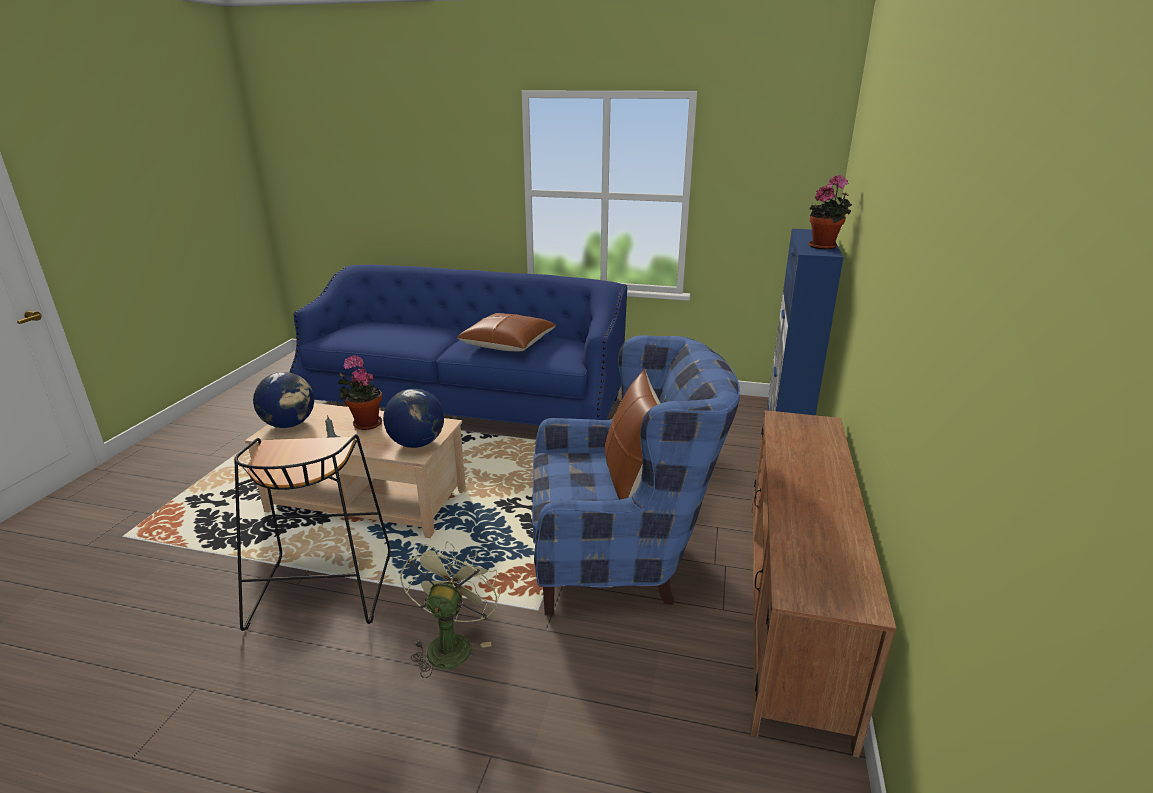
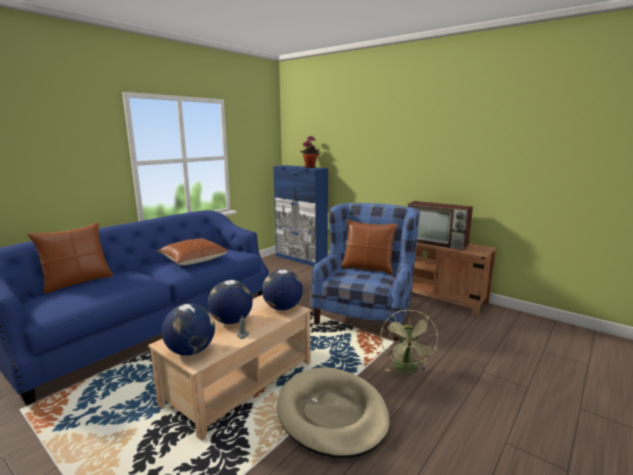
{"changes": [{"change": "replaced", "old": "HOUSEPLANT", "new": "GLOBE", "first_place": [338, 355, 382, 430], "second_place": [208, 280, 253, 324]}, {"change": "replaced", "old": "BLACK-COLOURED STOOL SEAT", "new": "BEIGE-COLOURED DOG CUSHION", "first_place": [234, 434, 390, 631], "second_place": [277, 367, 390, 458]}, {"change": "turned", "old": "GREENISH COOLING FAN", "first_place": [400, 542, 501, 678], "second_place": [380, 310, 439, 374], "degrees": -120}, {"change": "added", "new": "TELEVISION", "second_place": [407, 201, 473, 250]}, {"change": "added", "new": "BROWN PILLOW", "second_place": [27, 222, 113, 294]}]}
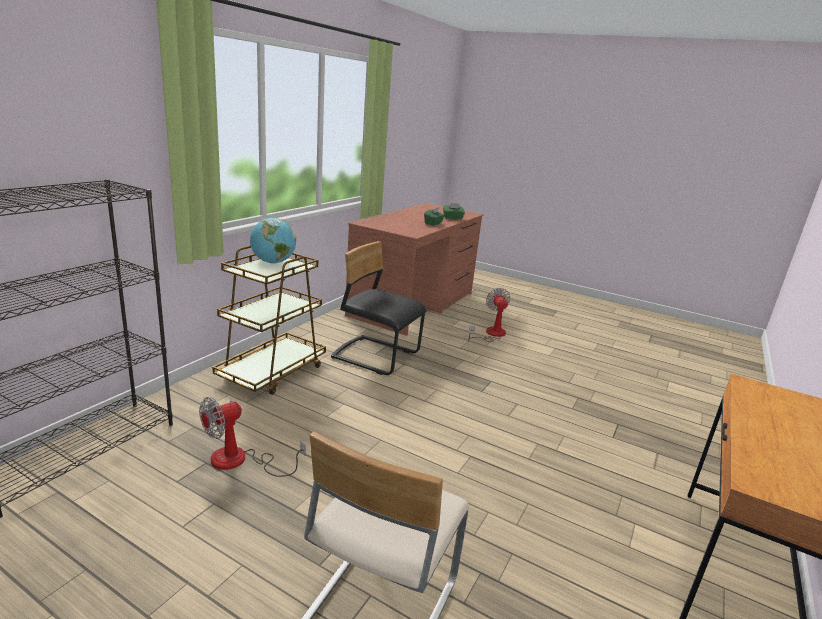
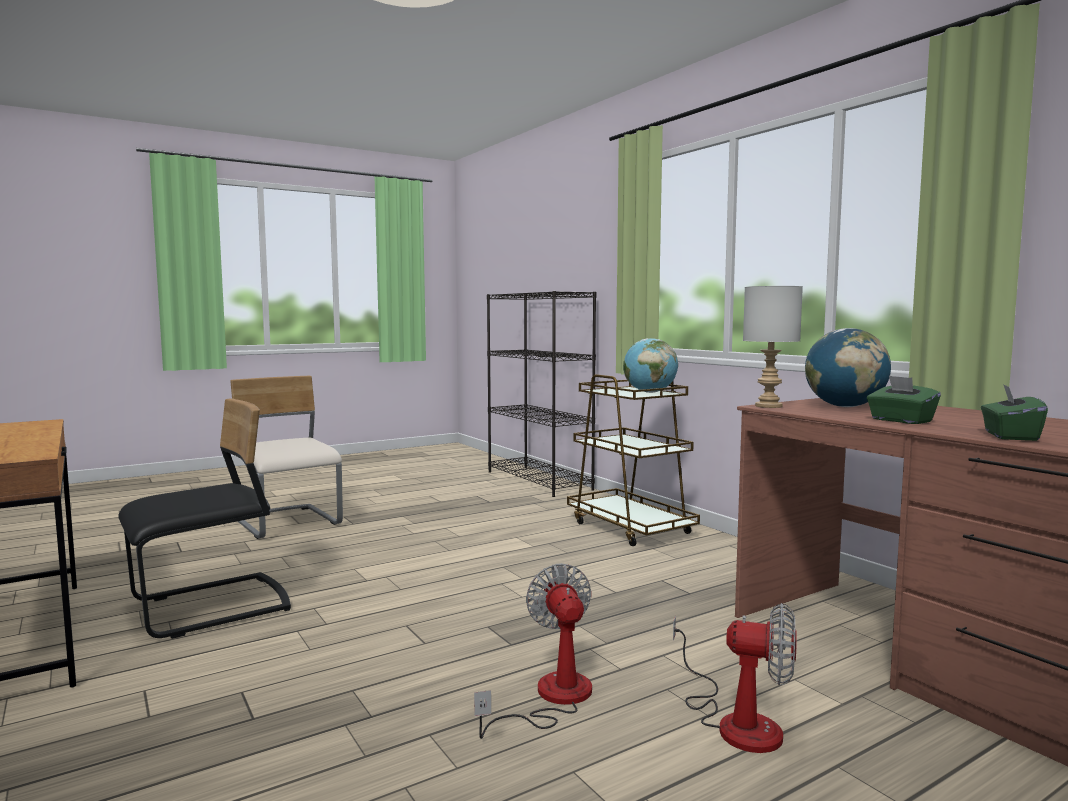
{"changes": [{"change": "moved", "old": "BLACK-COLOURED PLAIN CHAIR", "first_place": [331, 241, 426, 375], "second_place": [118, 398, 291, 639]}, {"change": "moved", "old": "COOLING FAN", "first_place": [199, 397, 306, 477], "second_place": [474, 563, 592, 739]}, {"change": "added", "new": "GREY TABLE LAMP", "second_place": [743, 286, 803, 408]}, {"change": "added", "new": "GLOBE", "second_place": [805, 328, 891, 407]}]}
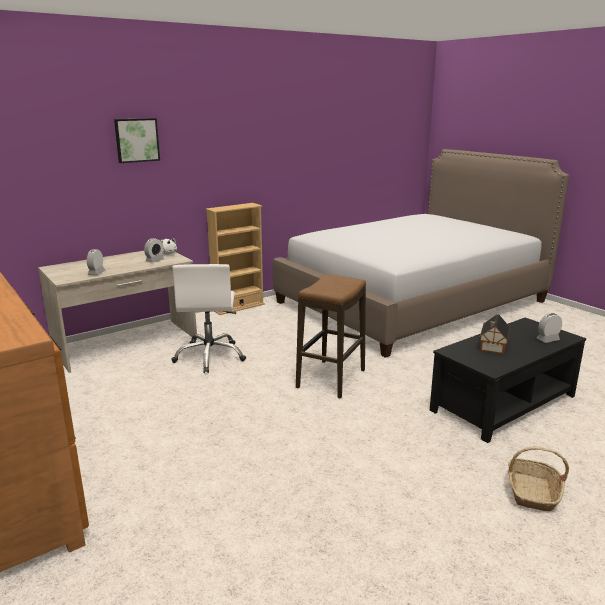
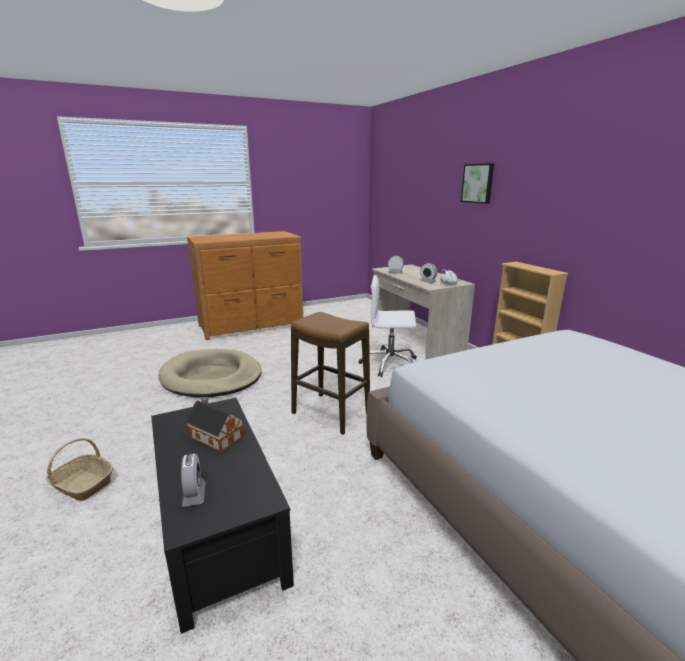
{"changes": [{"change": "added", "new": "BEIGE-COLOURED DOG CUSHION", "second_place": [158, 349, 262, 397]}]}
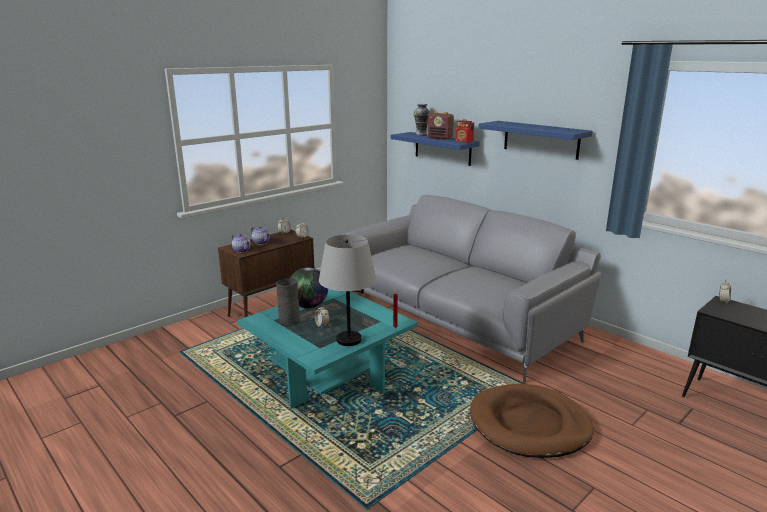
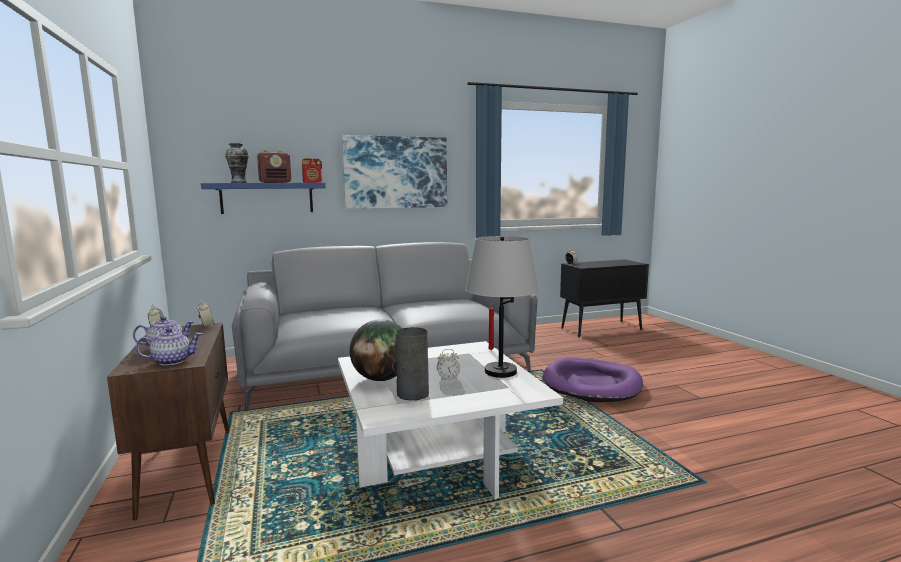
{"changes": [{"change": "replaced", "old": "BLUE BRACKET SHELF", "new": "WALL ART", "first_place": [478, 121, 593, 160], "second_place": [342, 135, 447, 209]}, {"change": "recoloured", "old": "BLUE-GREEN COFFEE TABLE", "new": "WHITISH COFFEE TABLE", "first_place": [237, 289, 418, 409], "second_place": [338, 341, 563, 499]}, {"change": "recoloured", "old": "BROWN DOG CUSHION", "new": "PURPLISH DOG CUSHION", "first_place": [470, 384, 594, 458], "second_place": [543, 357, 643, 402]}]}
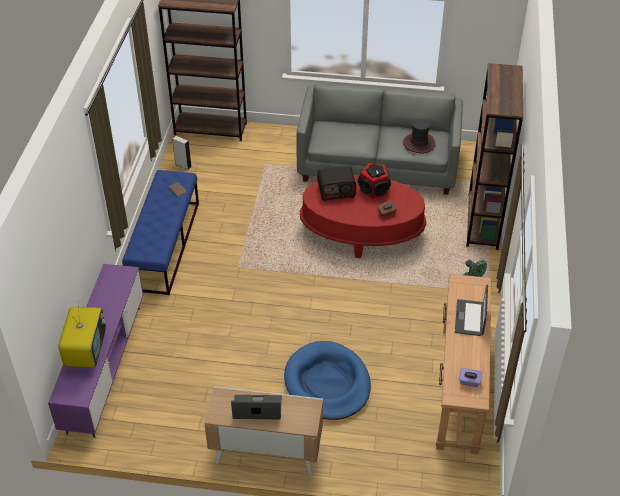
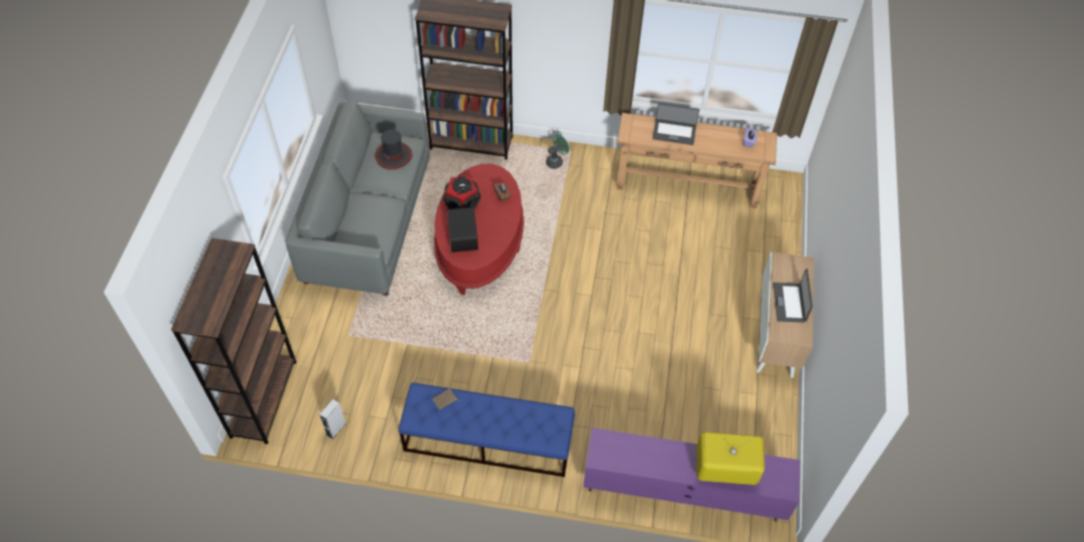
{"changes": [{"change": "removed", "old": "BLUE DOG CUSHION", "first_place": [284, 341, 371, 420]}]}
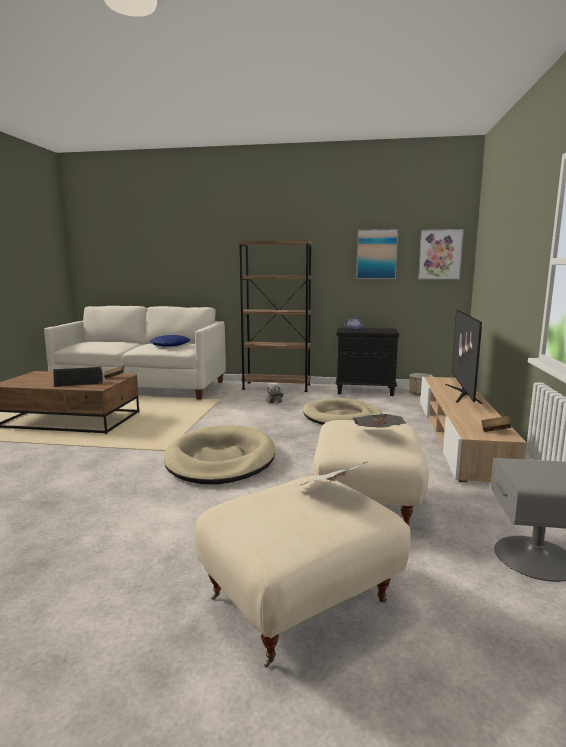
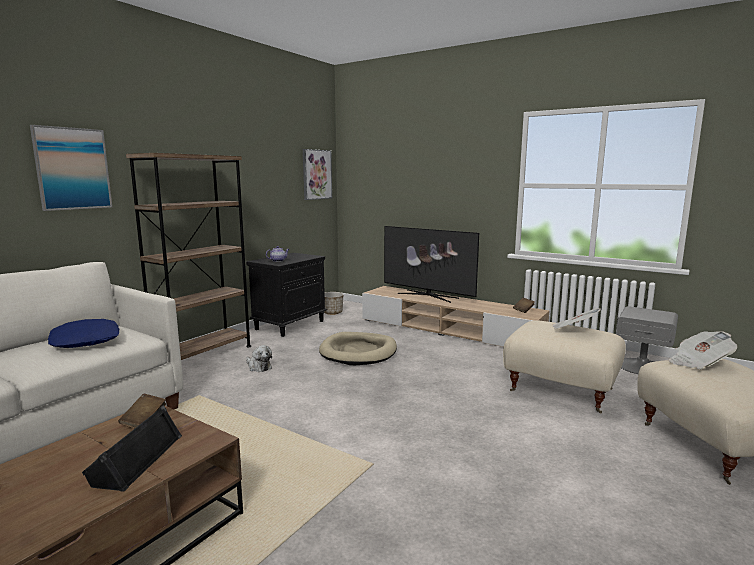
{"changes": [{"change": "moved", "old": "WALL ART", "first_place": [356, 229, 398, 279], "second_place": [30, 125, 112, 211]}, {"change": "removed", "old": "BEIGE-COLOURED DOG CUSHION", "first_place": [164, 425, 275, 484]}]}
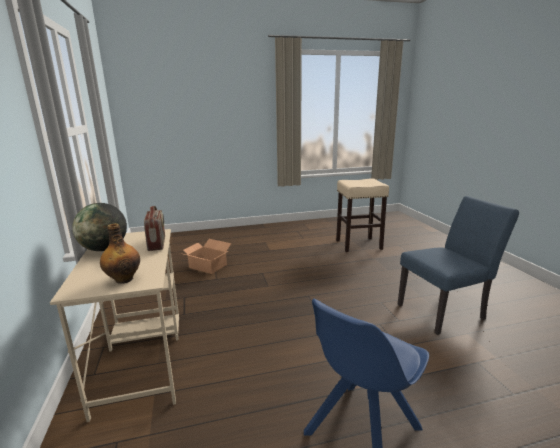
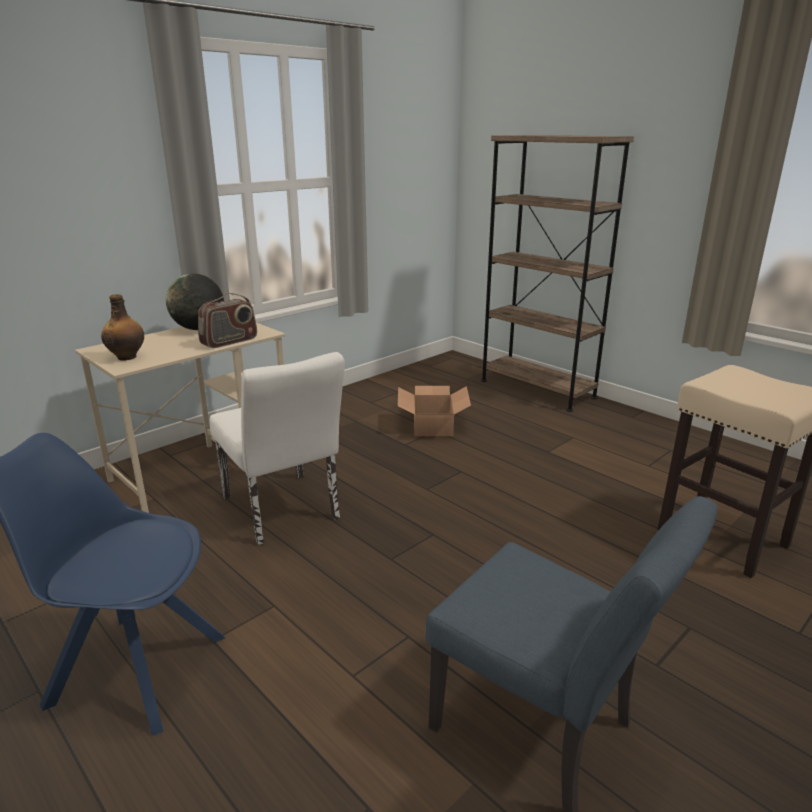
{"changes": [{"change": "added", "new": "BROWN BOOKCASE", "second_place": [481, 135, 634, 412]}, {"change": "added", "new": "WHITISH PLAIN CHAIR", "second_place": [210, 352, 345, 545]}]}
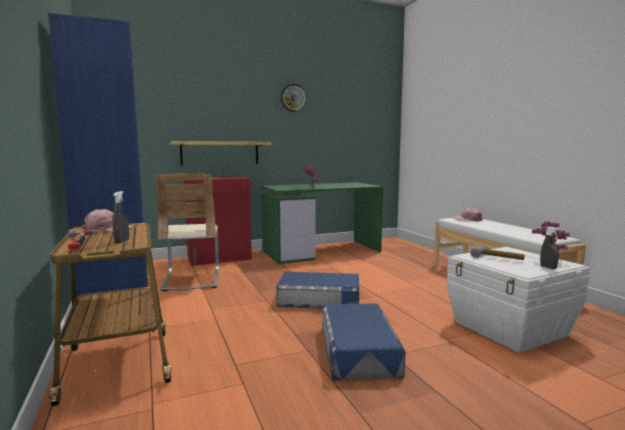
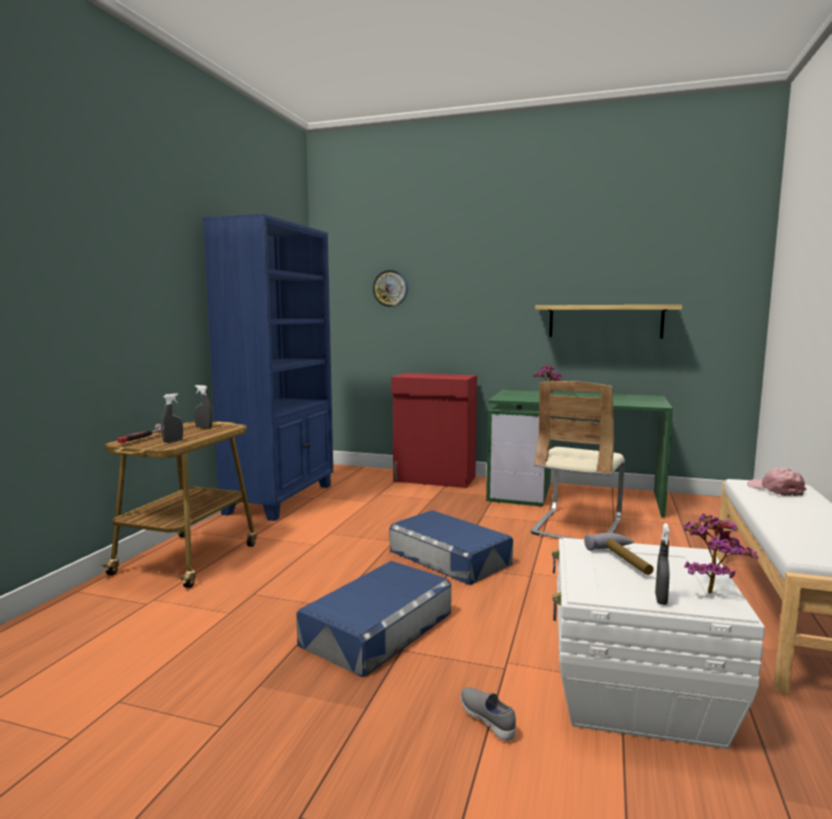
{"changes": [{"change": "moved", "old": "WALL CLOCK", "first_place": [280, 84, 307, 112], "second_place": [373, 270, 408, 307]}, {"change": "moved", "old": "BRACKET SHELF", "first_place": [170, 141, 272, 165], "second_place": [535, 305, 682, 338]}, {"change": "moved", "old": "BEIGE-COLOURED PLAIN CHAIR", "first_place": [157, 173, 219, 291], "second_place": [530, 381, 625, 539]}, {"change": "replaced", "old": "PINK BASEBALL CAP", "new": "GREY SPRAYER", "first_place": [82, 209, 133, 232], "second_place": [194, 385, 213, 428]}, {"change": "added", "new": "GREY SHOE", "second_place": [461, 687, 516, 741]}]}
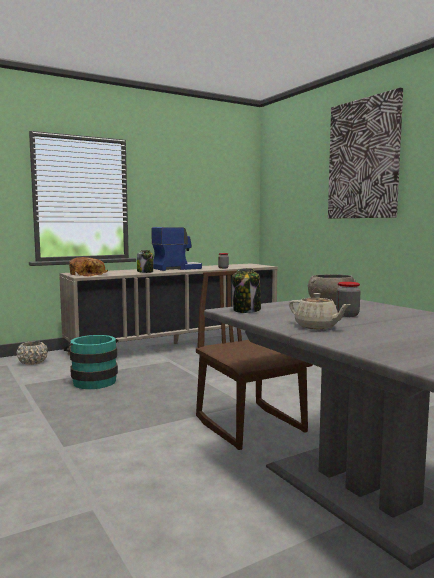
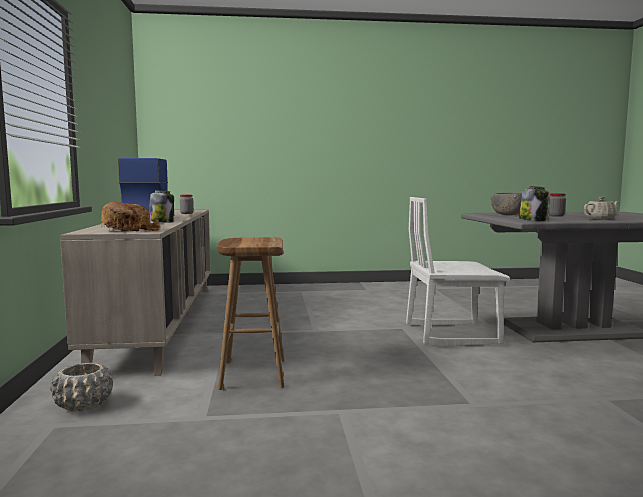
{"changes": [{"change": "removed", "old": "WALL ART", "first_place": [328, 88, 403, 219]}, {"change": "recoloured", "old": "BROWN PLAIN CHAIR", "new": "WHITISH PLAIN CHAIR", "first_place": [196, 270, 313, 450], "second_place": [406, 197, 510, 346]}, {"change": "replaced", "old": "BLUE-GREEN WATER BUCKET", "new": "BROWN STOOL SEAT", "first_place": [64, 335, 119, 389], "second_place": [217, 237, 284, 390]}]}
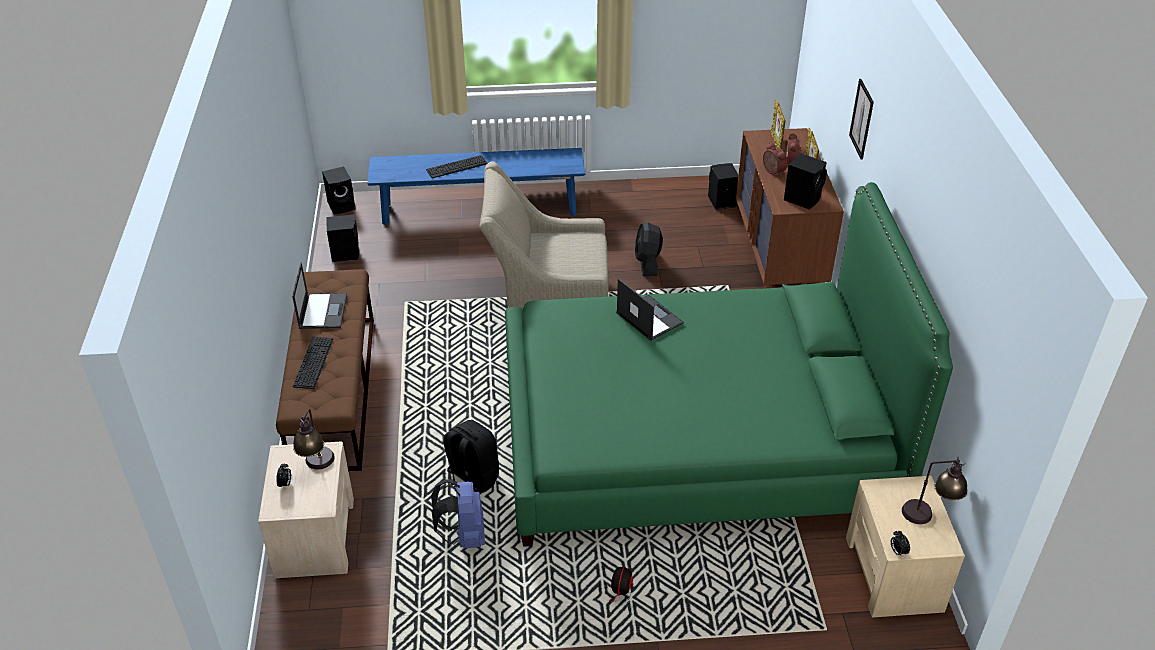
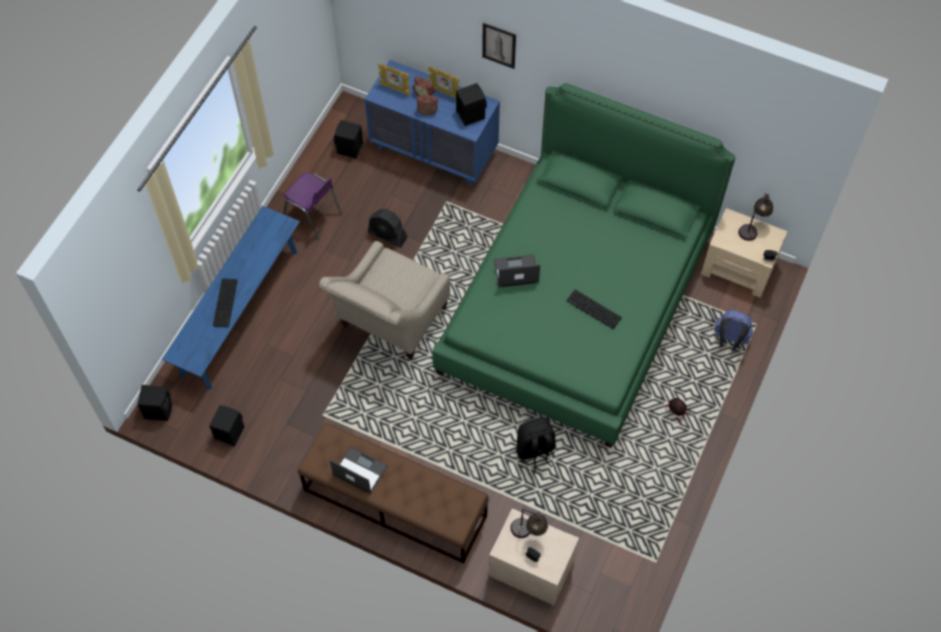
{"changes": [{"change": "recoloured", "old": "BROWN CHEST OF DRAWERS", "new": "BLUE CHEST OF DRAWERS", "first_place": [736, 128, 844, 288], "second_place": [365, 60, 500, 186]}, {"change": "moved", "old": "COMPUTER KEYBOARD", "first_place": [293, 336, 333, 389], "second_place": [566, 290, 622, 329]}, {"change": "moved", "old": "BLUE KNAPSACK", "first_place": [431, 479, 485, 549], "second_place": [714, 310, 753, 351]}, {"change": "added", "new": "PURPLISH PLAIN CHAIR", "second_place": [283, 172, 342, 240]}]}
